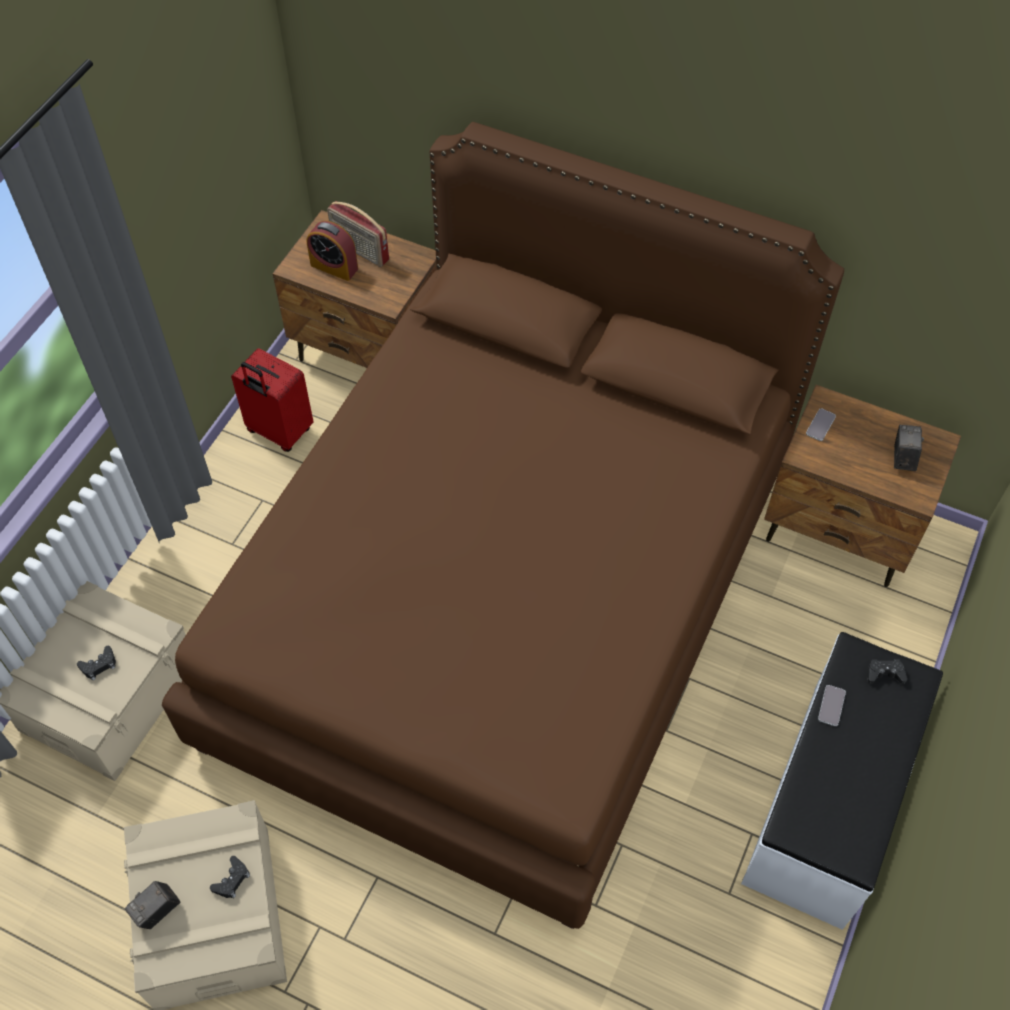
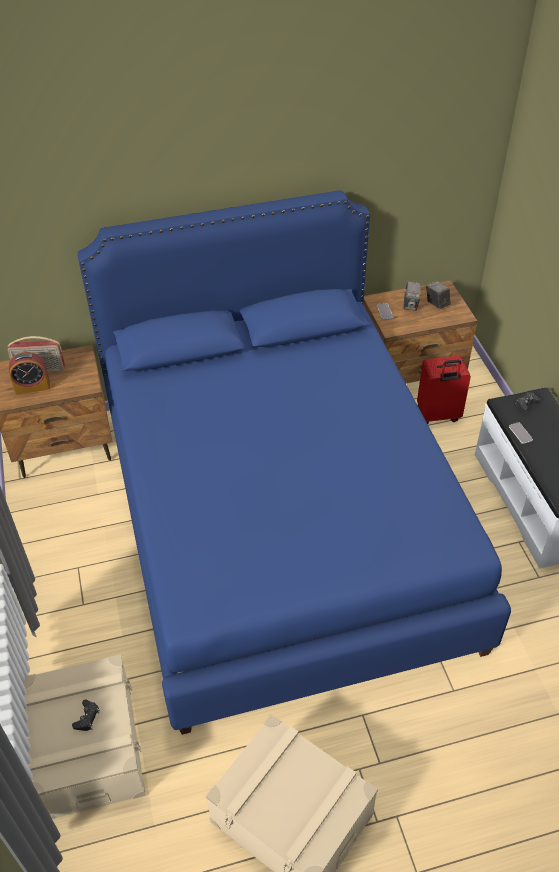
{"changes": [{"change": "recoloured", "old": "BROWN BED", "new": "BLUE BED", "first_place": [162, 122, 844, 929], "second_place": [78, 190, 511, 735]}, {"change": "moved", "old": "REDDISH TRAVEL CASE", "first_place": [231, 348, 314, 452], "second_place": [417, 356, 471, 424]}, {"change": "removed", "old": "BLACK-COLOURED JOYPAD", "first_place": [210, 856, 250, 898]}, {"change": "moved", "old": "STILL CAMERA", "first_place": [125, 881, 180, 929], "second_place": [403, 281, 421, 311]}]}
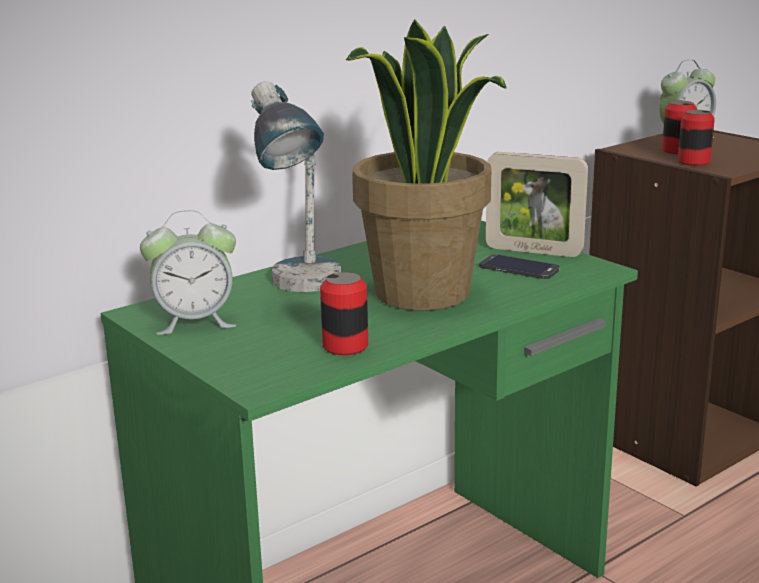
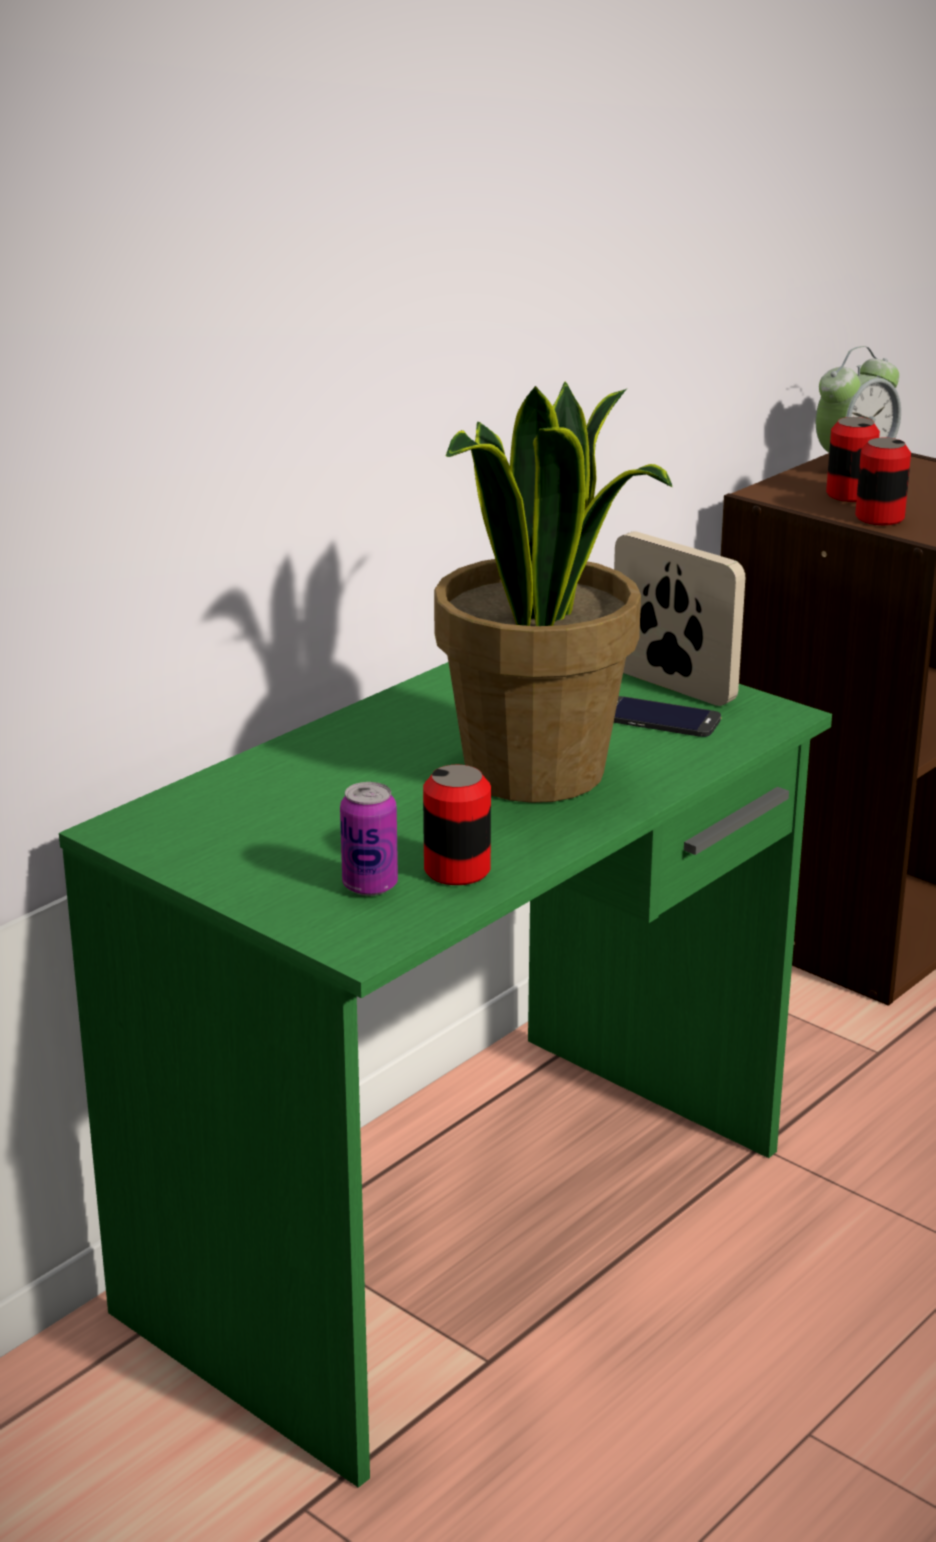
{"changes": [{"change": "removed", "old": "TABLE LAMP", "first_place": [251, 82, 341, 292]}, {"change": "turned", "old": "PICTURE FRAME", "first_place": [486, 152, 588, 257], "second_place": [614, 531, 745, 706], "degrees": -150}, {"change": "removed", "old": "ALARM CLOCK", "first_place": [140, 210, 236, 335]}, {"change": "added", "new": "CAN", "second_place": [340, 782, 398, 896]}]}
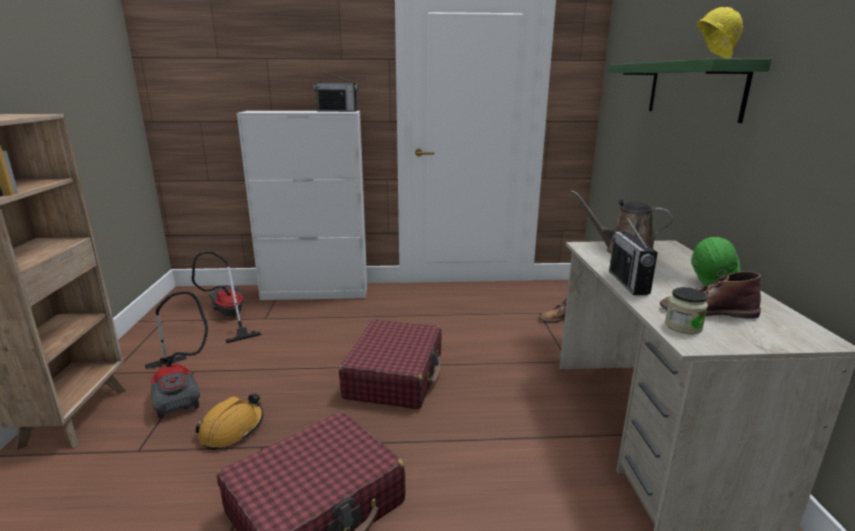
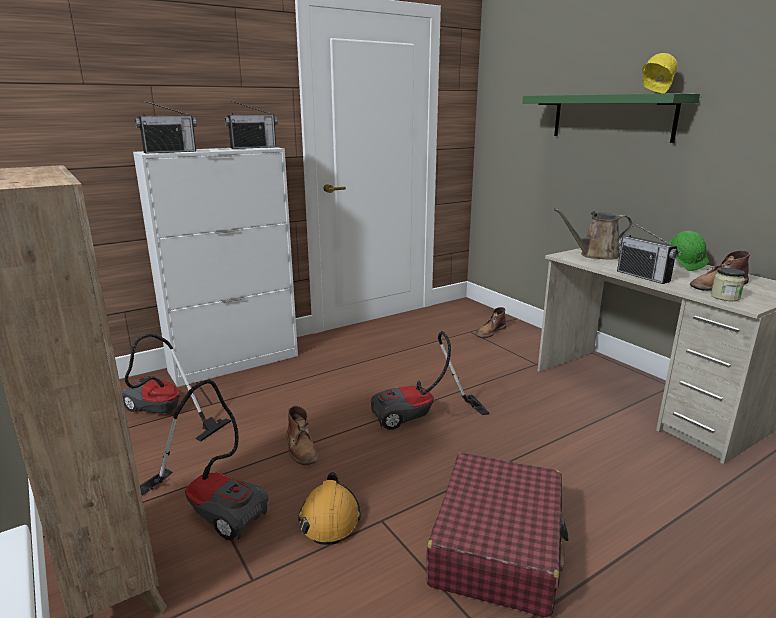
{"changes": [{"change": "replaced", "old": "REDDISH TRAVEL CASE", "new": "HOOVER", "first_place": [339, 320, 442, 409], "second_place": [371, 331, 489, 430]}, {"change": "added", "new": "RADIO RECEIVER", "second_place": [135, 100, 197, 154]}, {"change": "added", "new": "BROWN BOOT", "second_place": [287, 406, 318, 465]}]}
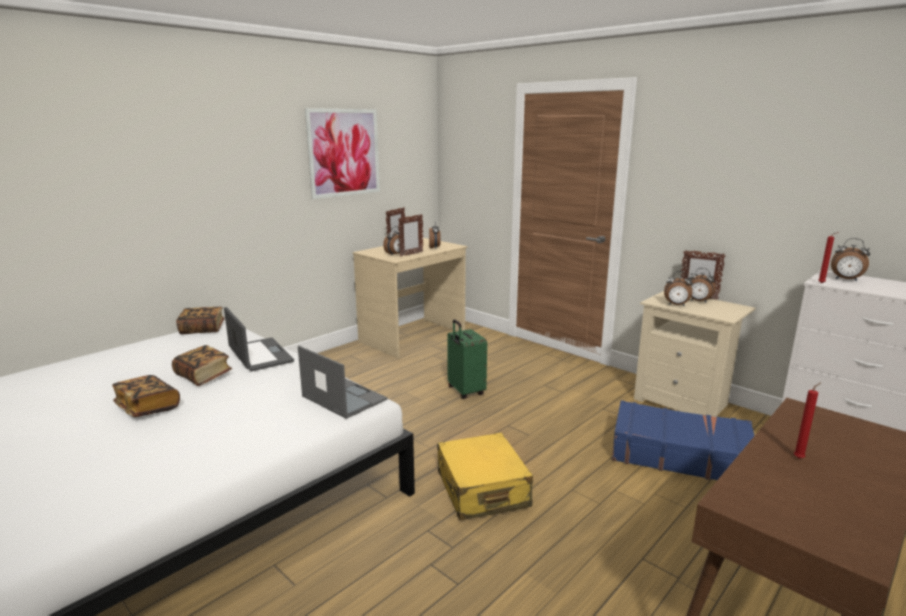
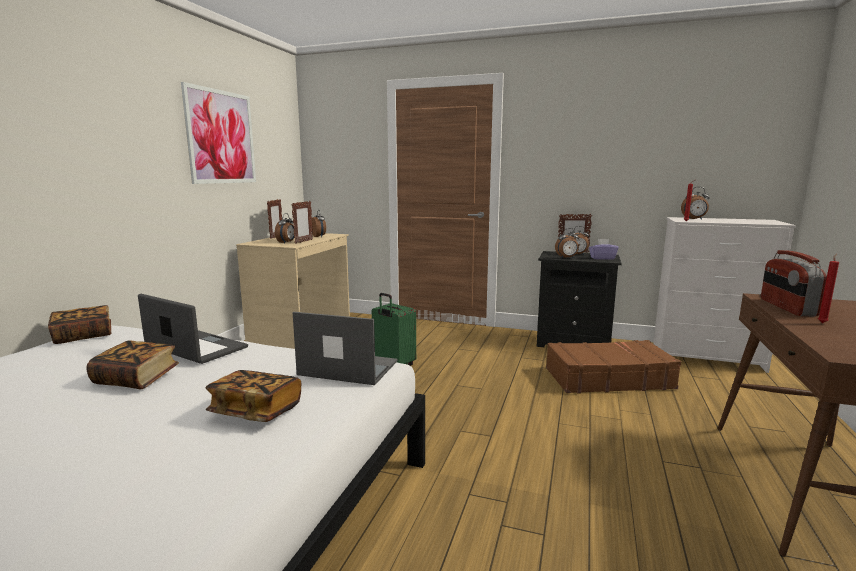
{"changes": [{"change": "recoloured", "old": "BEIGE-COLOURED BEDSIDE TABLE", "new": "BLACK-COLOURED BEDSIDE TABLE", "first_place": [634, 291, 756, 417], "second_place": [536, 251, 622, 347]}, {"change": "moved", "old": "BOUND BOOK", "first_place": [112, 375, 180, 417], "second_place": [206, 370, 302, 422]}, {"change": "recoloured", "old": "BLUE TRAVEL CASE", "new": "BROWN TRAVEL CASE", "first_place": [612, 401, 754, 480], "second_place": [546, 340, 681, 394]}, {"change": "removed", "old": "YELLOW TRAVEL CASE", "first_place": [437, 433, 533, 520]}, {"change": "added", "new": "PURPLISH TISSUE HOLDER", "second_place": [589, 239, 619, 260]}, {"change": "added", "new": "RADIO RECEIVER", "second_place": [761, 250, 827, 317]}]}
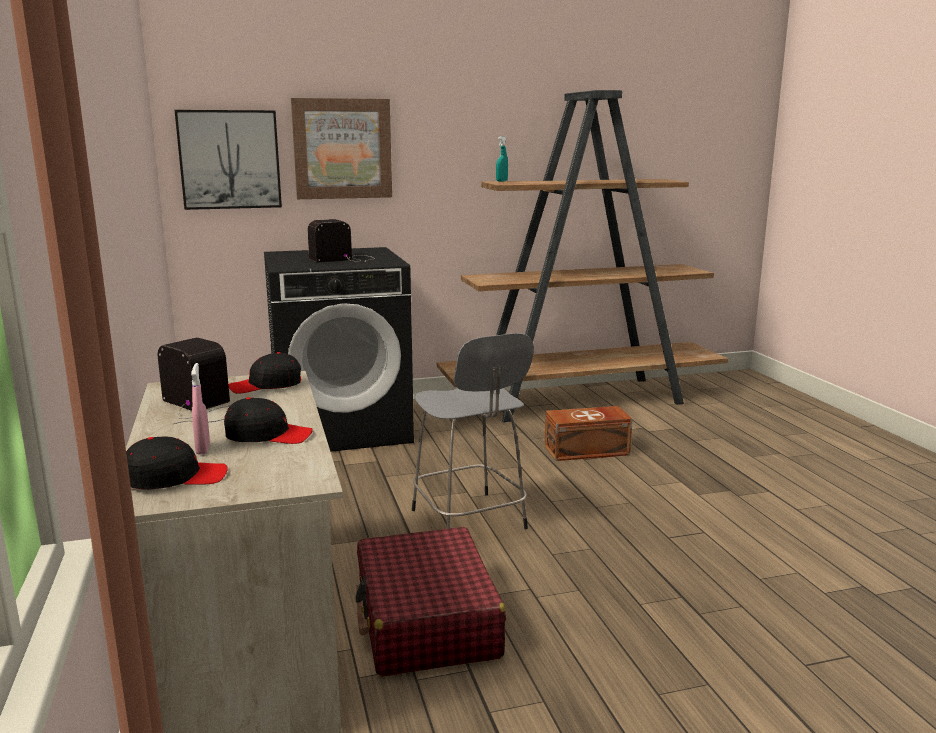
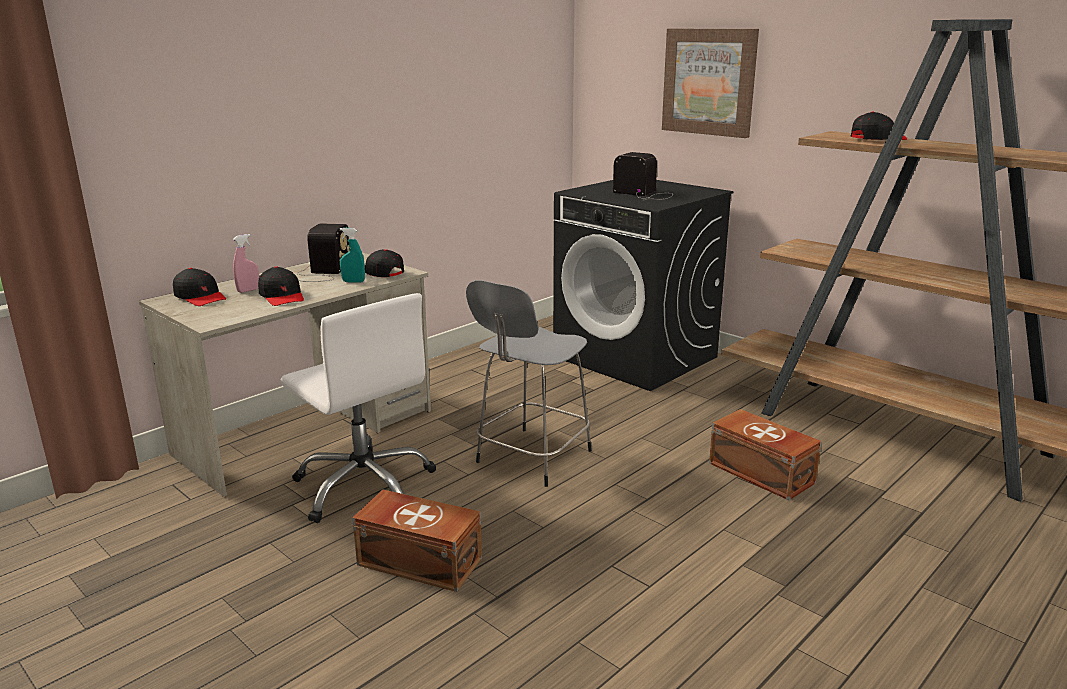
{"changes": [{"change": "removed", "old": "WALL ART", "first_place": [175, 110, 282, 210]}, {"change": "moved", "old": "BLUE-GREEN SPRAYER", "first_place": [496, 137, 508, 182], "second_place": [340, 228, 365, 283]}, {"change": "replaced", "old": "REDDISH TRAVEL CASE", "new": "WHITISH DESK CHAIR", "first_place": [356, 527, 506, 677], "second_place": [281, 293, 436, 523]}, {"change": "added", "new": "BLACK-COLOURED BASEBALL CAP", "second_place": [851, 111, 907, 140]}, {"change": "added", "new": "BROWN STORAGE CONTAINER", "second_place": [352, 490, 482, 592]}]}
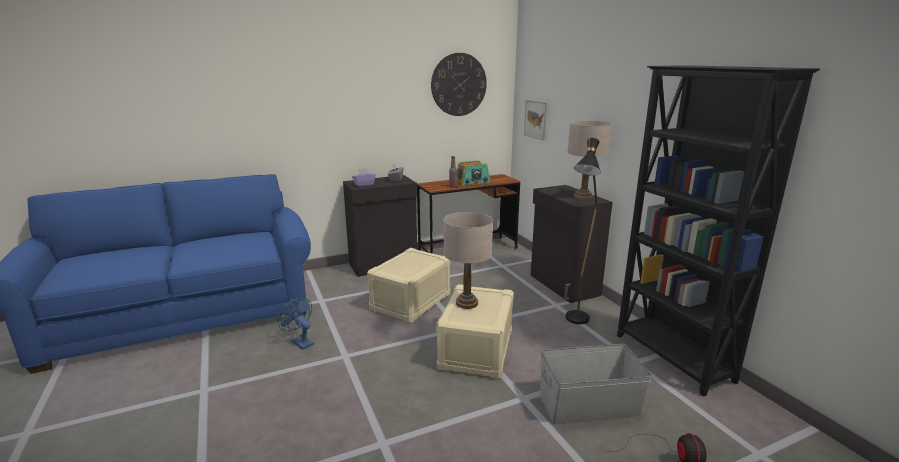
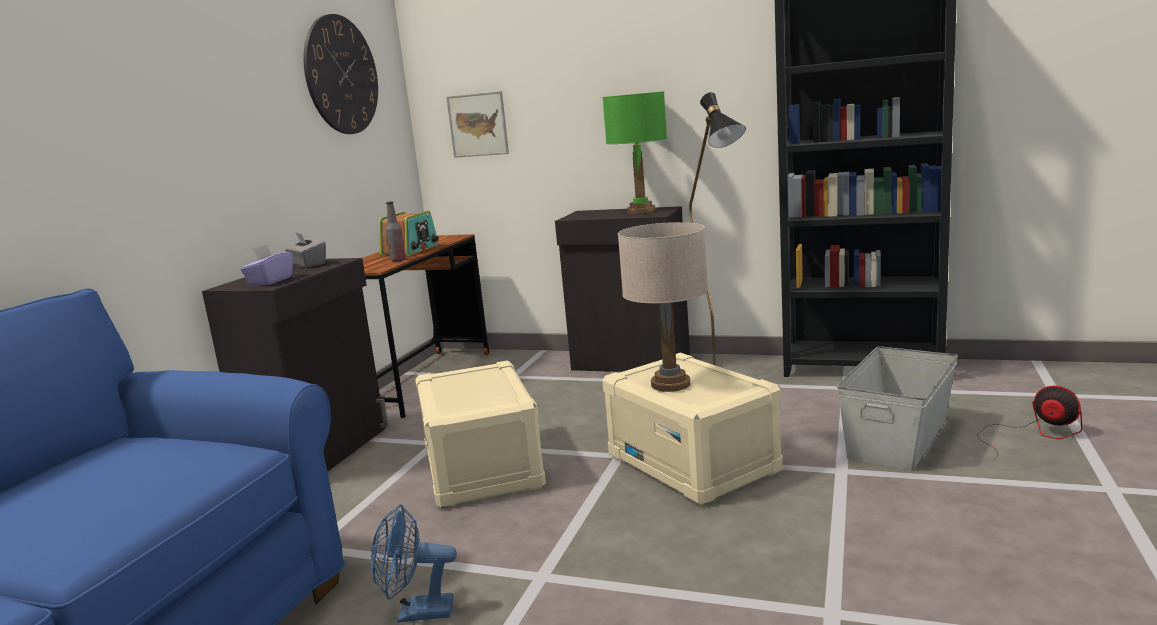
{"changes": [{"change": "recoloured", "old": "BEIGE-COLOURED TABLE LAMP", "new": "GREENISH TABLE LAMP", "first_place": [567, 121, 612, 200], "second_place": [602, 91, 667, 214]}]}
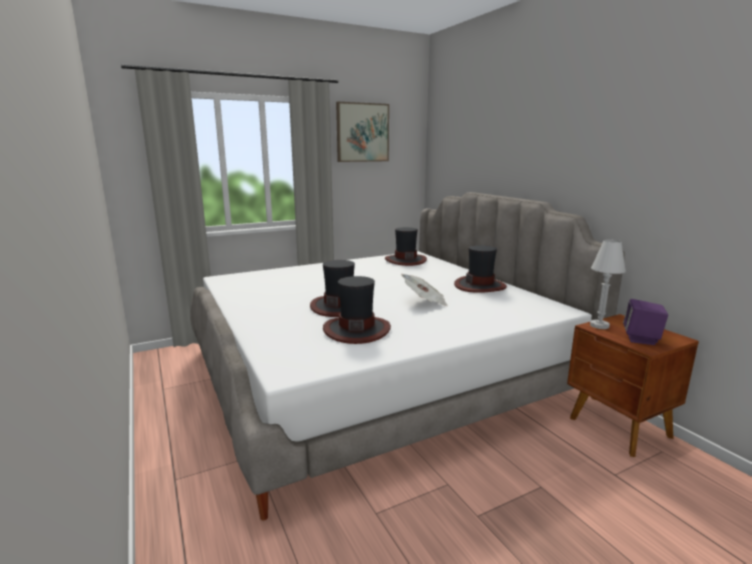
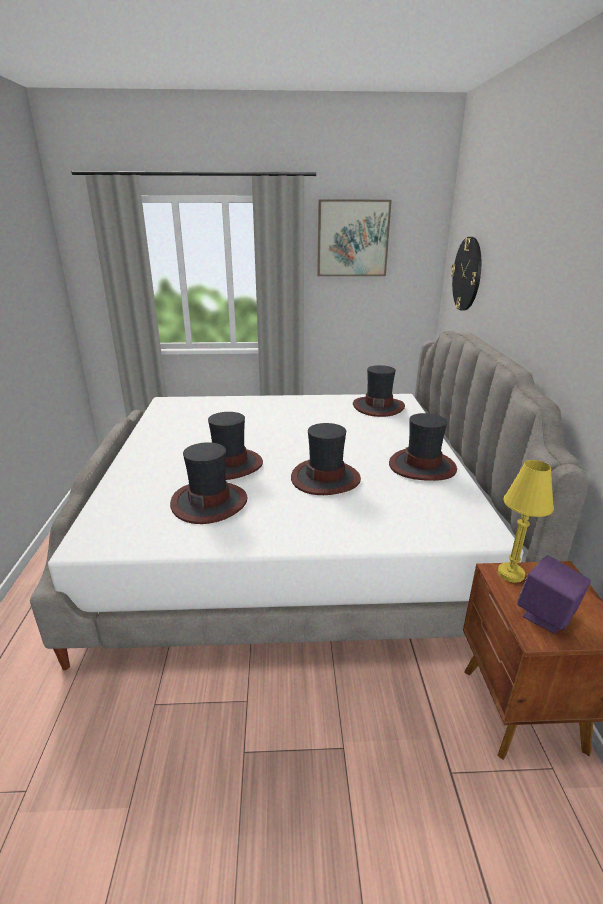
{"changes": [{"change": "recoloured", "old": "WHITISH TABLE LAMP", "new": "YELLOW TABLE LAMP", "first_place": [590, 239, 626, 329], "second_place": [498, 460, 554, 583]}, {"change": "replaced", "old": "PRINTED PAPER", "new": "WEARABLE HAT", "first_place": [401, 274, 448, 306], "second_place": [291, 423, 361, 495]}, {"change": "added", "new": "WALL CLOCK", "second_place": [451, 237, 481, 311]}]}
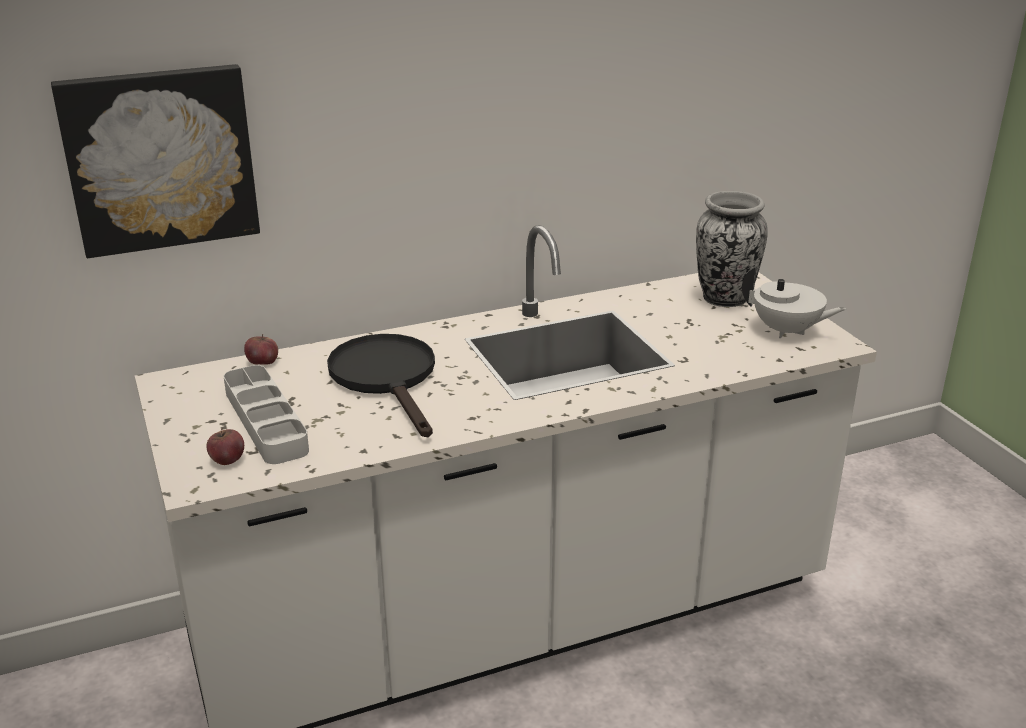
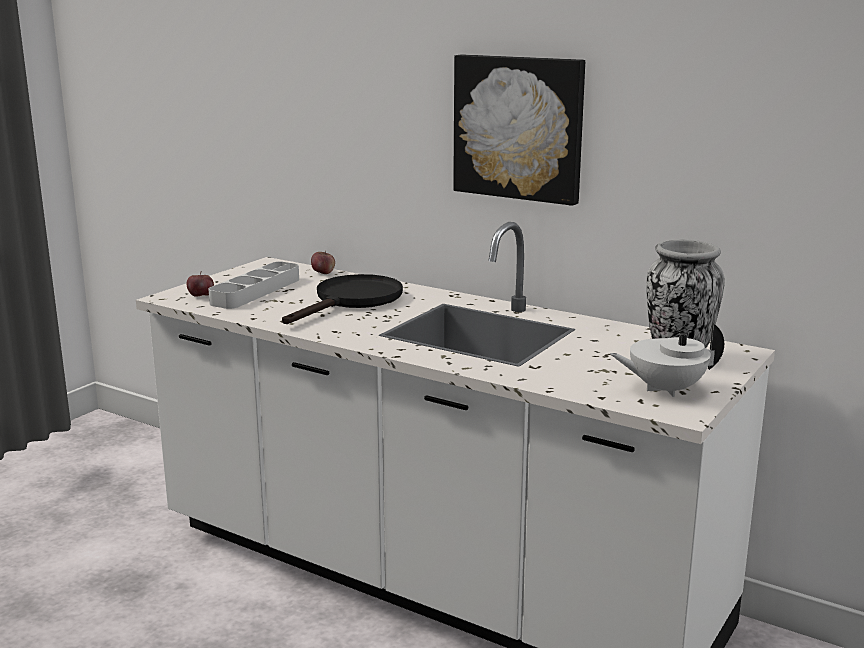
{"changes": [{"change": "moved", "old": "WALL ART", "first_place": [51, 64, 260, 258], "second_place": [453, 54, 585, 206]}, {"change": "turned", "old": "WHITISH TEA POT", "first_place": [742, 266, 846, 338], "second_place": [610, 323, 724, 397], "degrees": 90}]}
